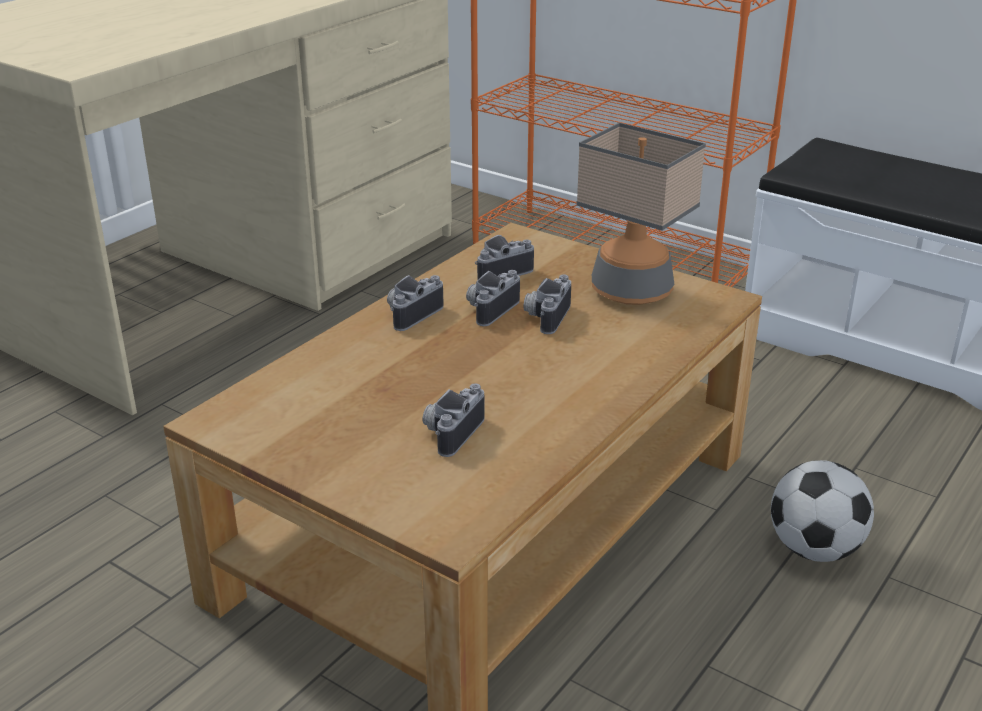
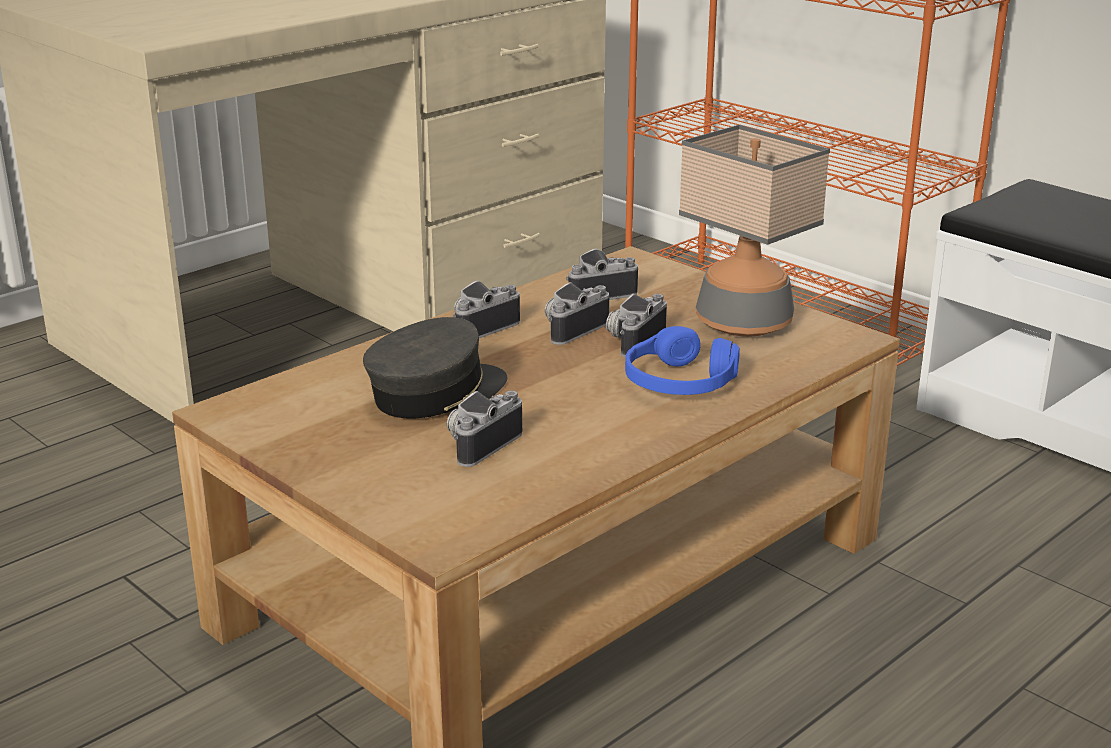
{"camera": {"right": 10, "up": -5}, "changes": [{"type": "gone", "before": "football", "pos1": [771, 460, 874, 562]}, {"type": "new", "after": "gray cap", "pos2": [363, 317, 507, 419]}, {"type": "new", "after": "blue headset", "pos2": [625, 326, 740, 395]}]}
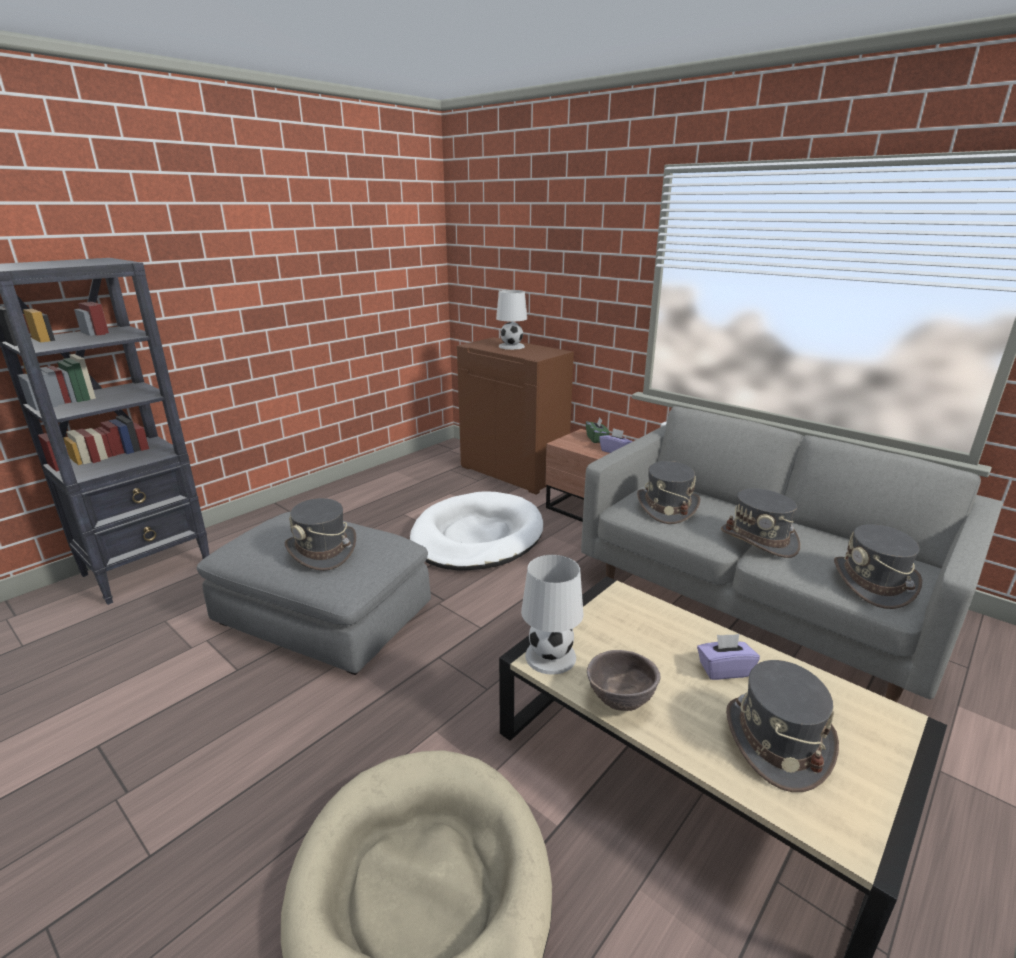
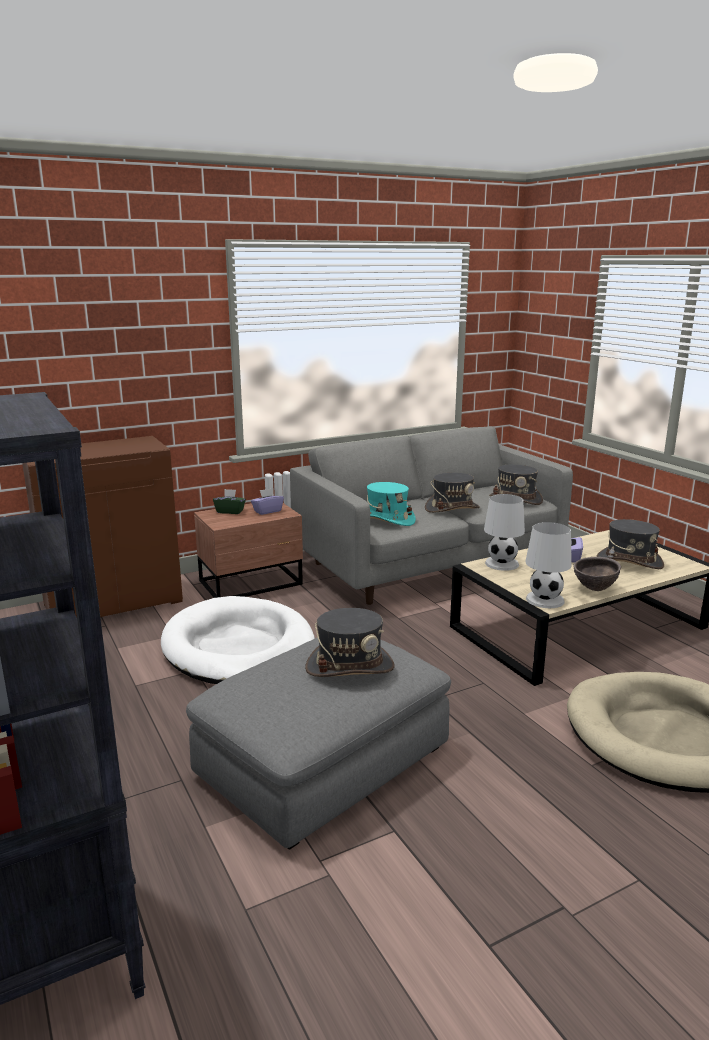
{"camera": {"right": -70, "up": -5}, "changes": [{"type": "shifted", "before": "white-coloured lamp for a table", "pos1": [496, 290, 527, 350], "pos2": [484, 494, 525, 571]}, {"type": "repainted", "before": "gray clothing hat", "after": "blue-green clothing hat", "pos1": [637, 461, 700, 524], "pos2": [367, 482, 416, 526]}]}
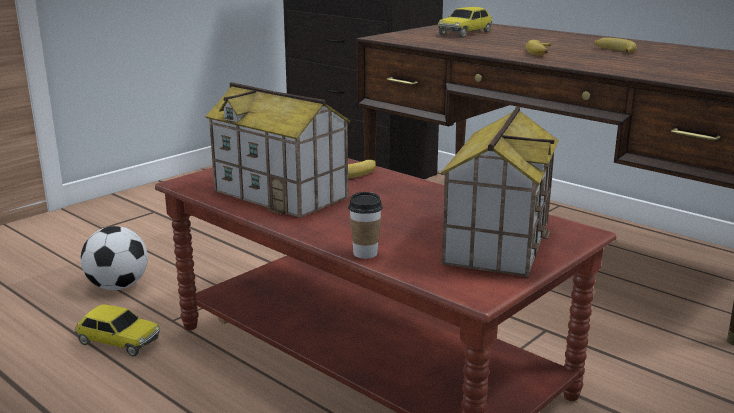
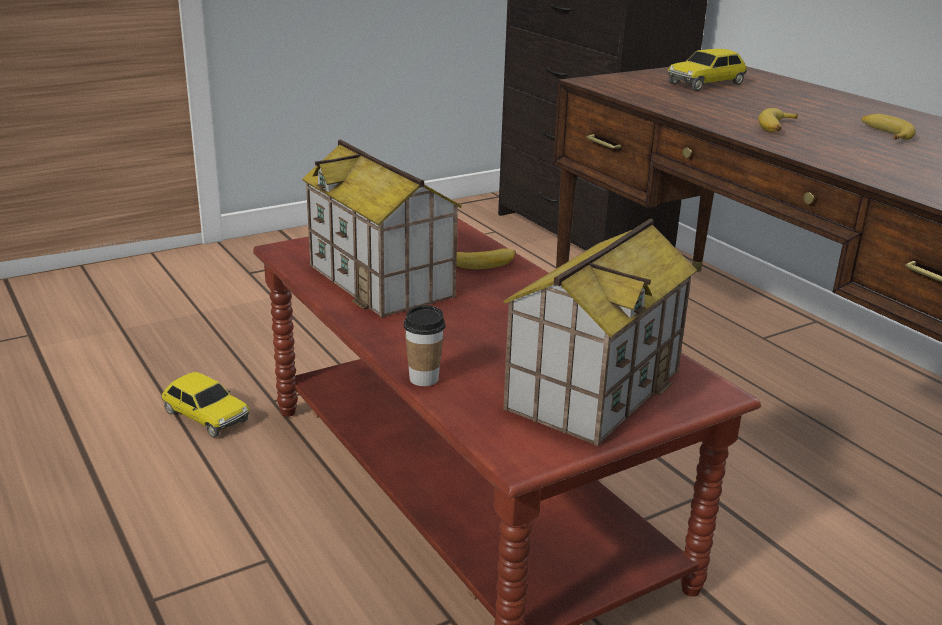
{"camera": {"right": 15, "up": 5}, "changes": [{"type": "gone", "before": "football", "pos1": [81, 226, 148, 290]}]}
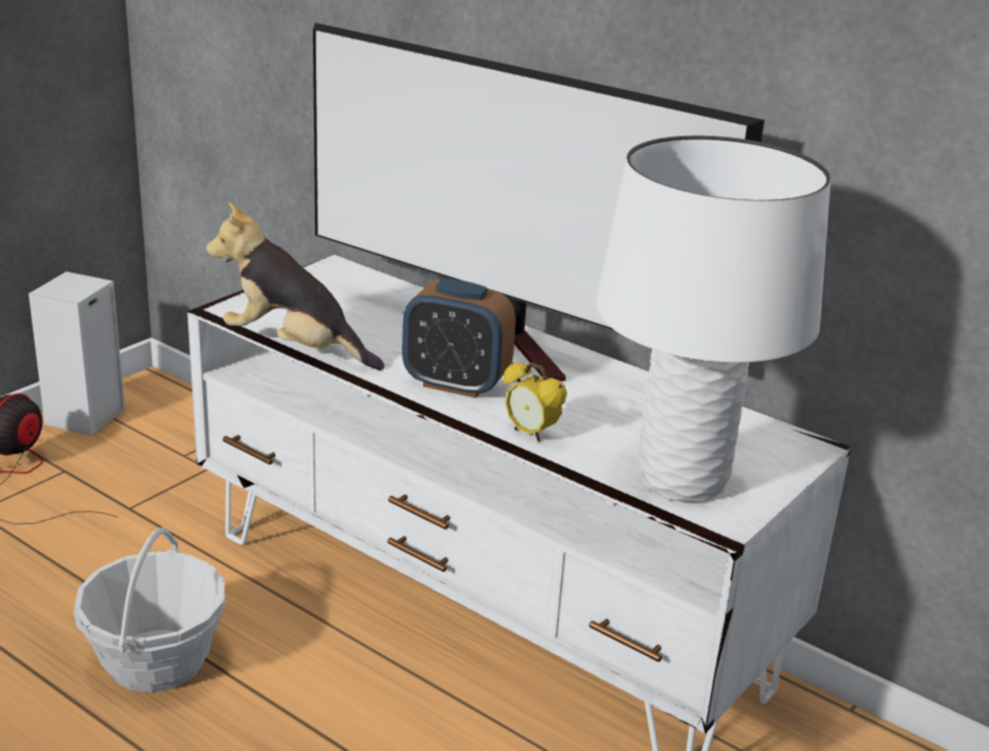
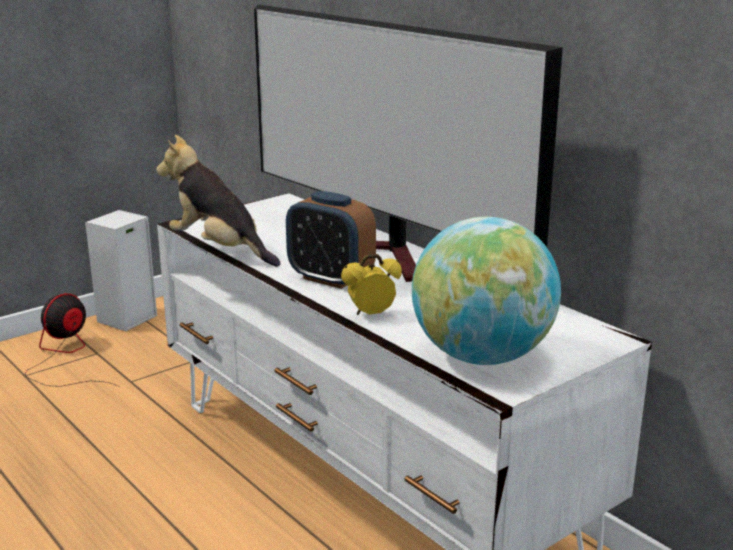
{"camera": {"right": 15, "up": -5}, "changes": [{"type": "gone", "before": "household basket", "pos1": [73, 527, 226, 692]}, {"type": "swapped", "before": "white-coloured lamp for a table", "after": "desk globe", "pos1": [596, 136, 831, 502], "pos2": [412, 217, 561, 365]}, {"type": "rotated", "before": "bedside clock", "pos1": [503, 362, 567, 442], "pos2": [341, 254, 402, 315], "turn": 105}]}
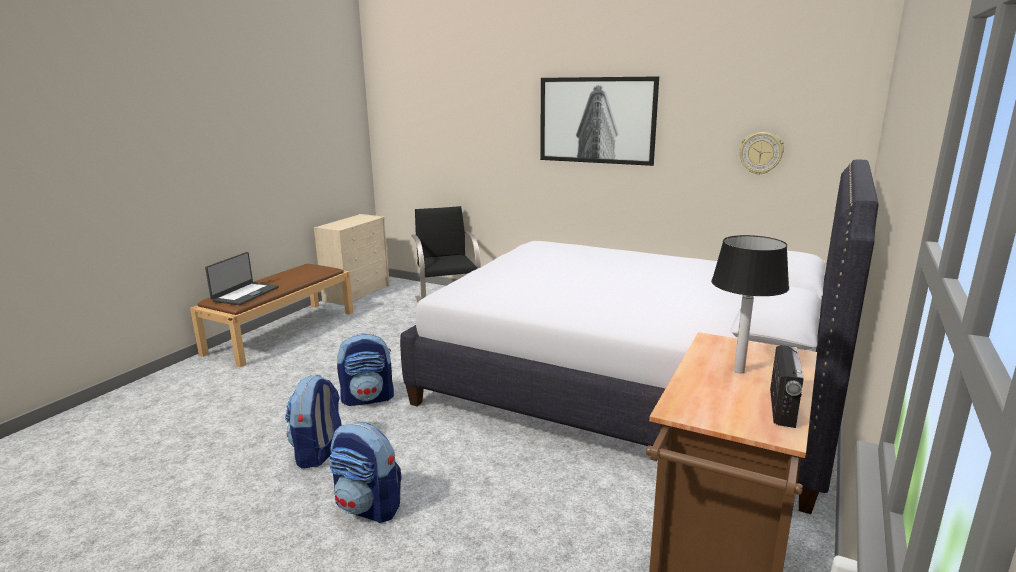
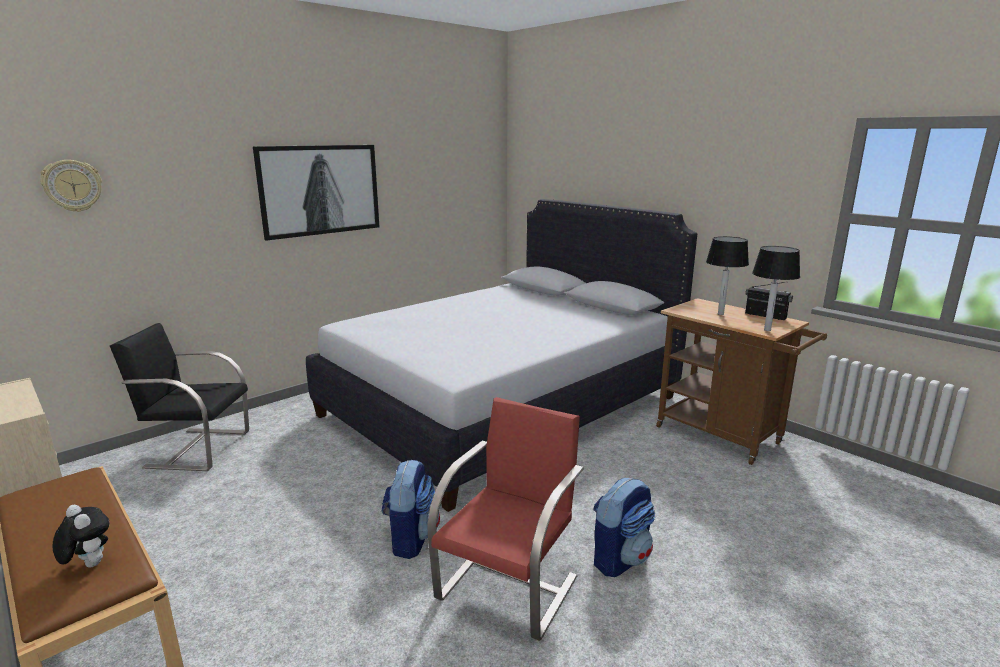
{"camera": {"right": -70, "up": 0}, "changes": [{"type": "new", "after": "lamp for a table", "pos2": [752, 246, 800, 331]}, {"type": "shifted", "before": "wall clock", "pos1": [739, 132, 784, 175], "pos2": [40, 160, 102, 212]}, {"type": "swapped", "before": "portable computer", "after": "cuddly toy", "pos1": [205, 252, 279, 305], "pos2": [52, 505, 110, 567]}, {"type": "swapped", "before": "knapsack", "after": "red upright chair", "pos1": [285, 375, 342, 468], "pos2": [427, 397, 584, 641]}]}
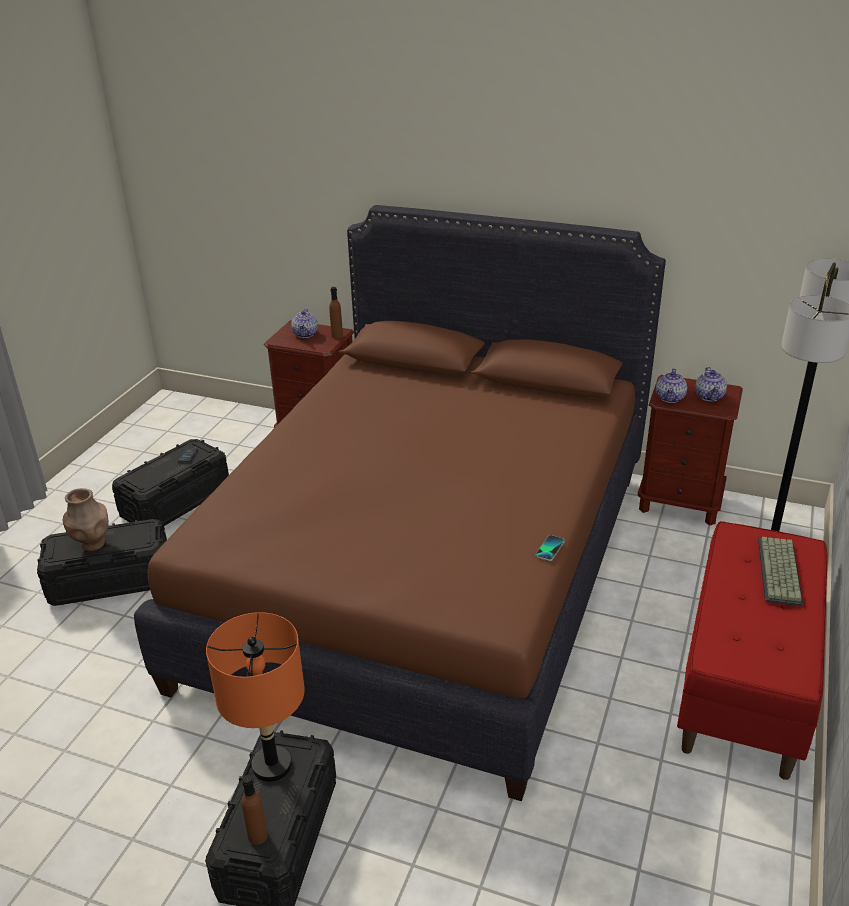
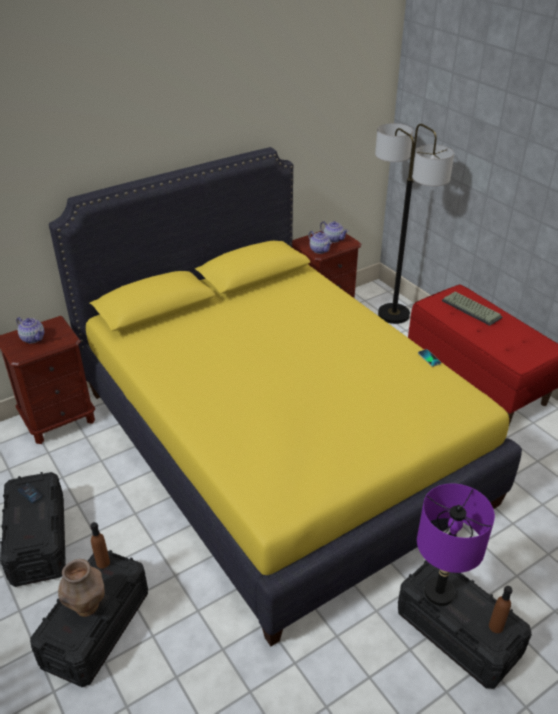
{"camera": {"right": -55, "up": 5}, "changes": [{"type": "shifted", "before": "brown-coloured bottle", "pos1": [329, 287, 343, 338], "pos2": [90, 522, 110, 569]}, {"type": "repainted", "before": "brown-coloured bedroom bed", "after": "yellow bedroom bed", "pos1": [134, 205, 666, 801], "pos2": [49, 147, 522, 646]}, {"type": "repainted", "before": "orange lamp for a table", "after": "purplish lamp for a table", "pos1": [206, 612, 305, 782], "pos2": [417, 484, 495, 606]}]}
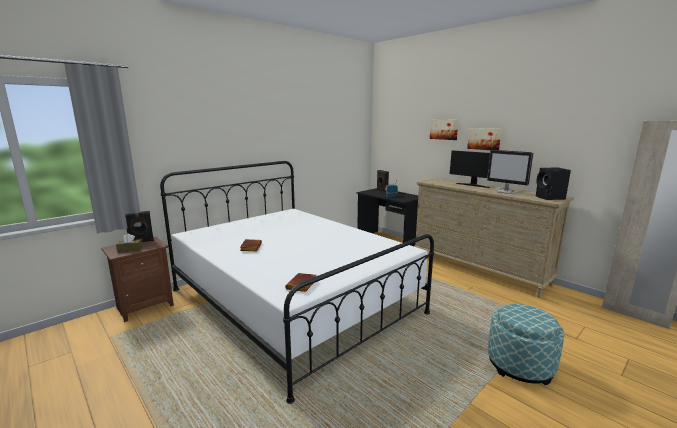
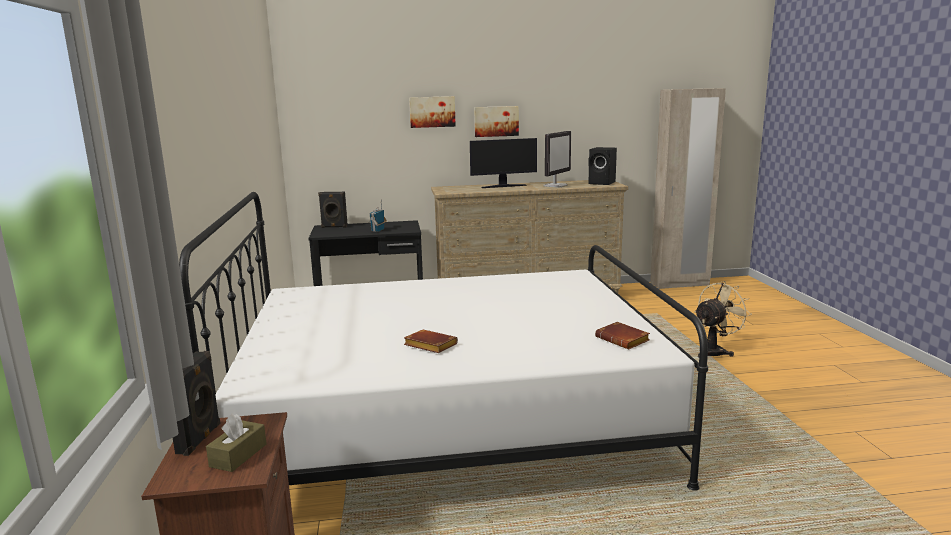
{"camera": {"right": -55, "up": 0}, "changes": [{"type": "swapped", "before": "ottoman", "after": "sand-coloured cooling fan", "pos1": [488, 304, 564, 385], "pos2": [695, 281, 752, 358]}, {"type": "rotated", "before": "computer screen", "pos1": [487, 150, 533, 194], "pos2": [544, 131, 571, 188], "turn": -45}]}
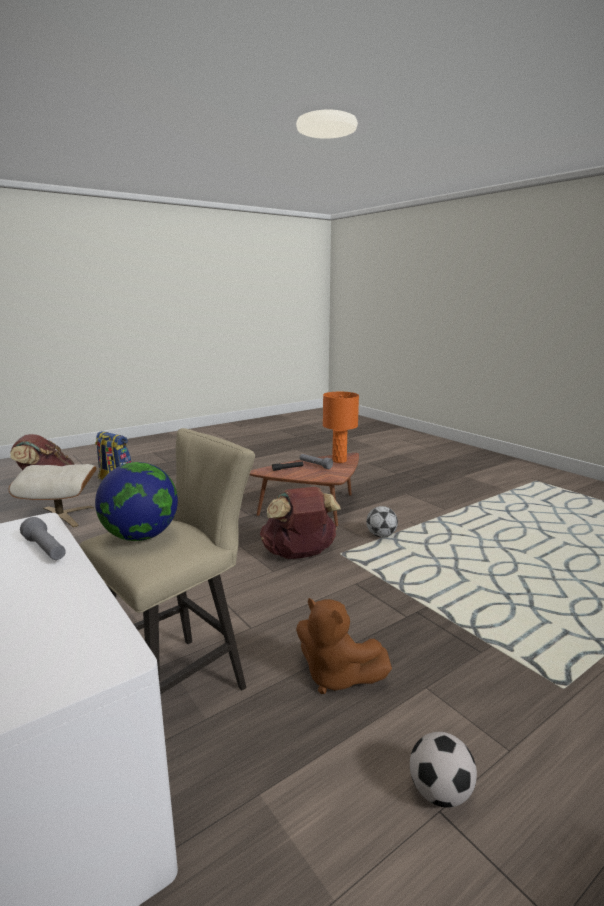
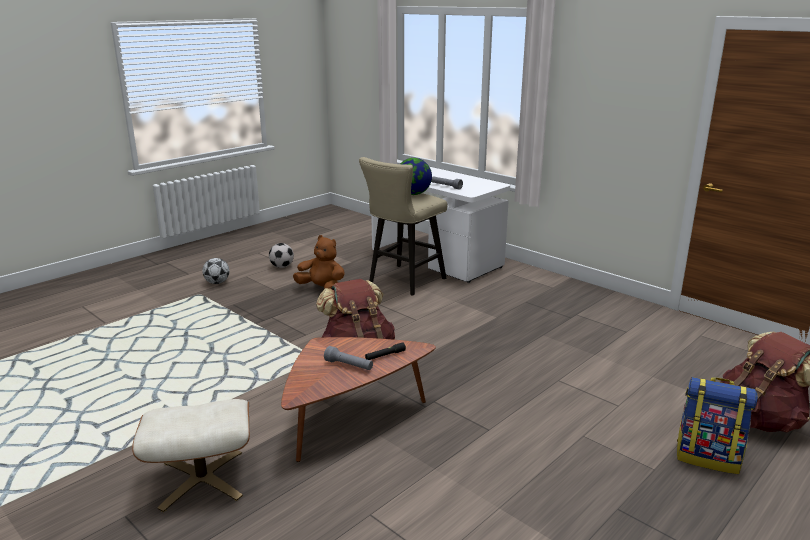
{"camera": {"right": 170, "up": 5}, "changes": [{"type": "gone", "before": "orange lamp for a table", "pos1": [323, 392, 359, 463]}, {"type": "shifted", "before": "sand-coloured ottoman", "pos1": [9, 464, 97, 527], "pos2": [132, 399, 250, 512]}, {"type": "shifted", "before": "football", "pos1": [366, 506, 398, 537], "pos2": [202, 258, 229, 284]}]}
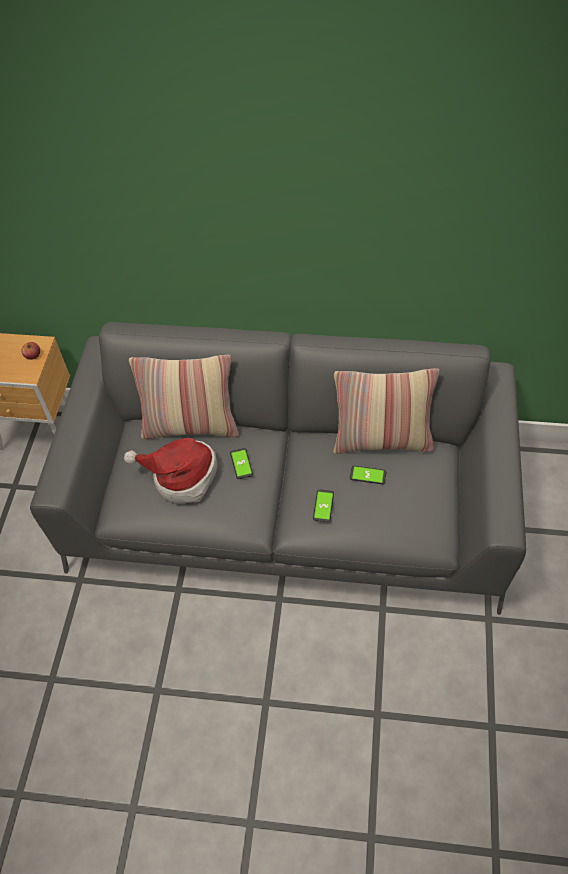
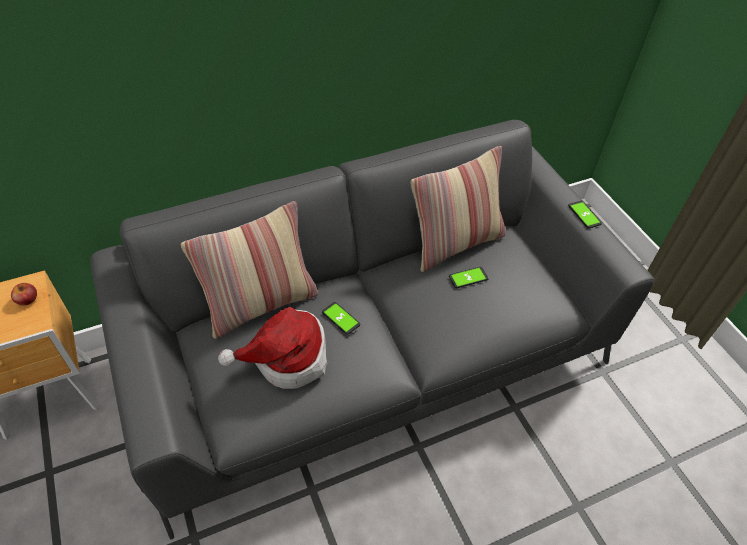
{"camera": {"right": -35, "up": -5}, "changes": [{"type": "shifted", "before": "telephone", "pos1": [313, 490, 334, 522], "pos2": [568, 201, 602, 228]}]}
